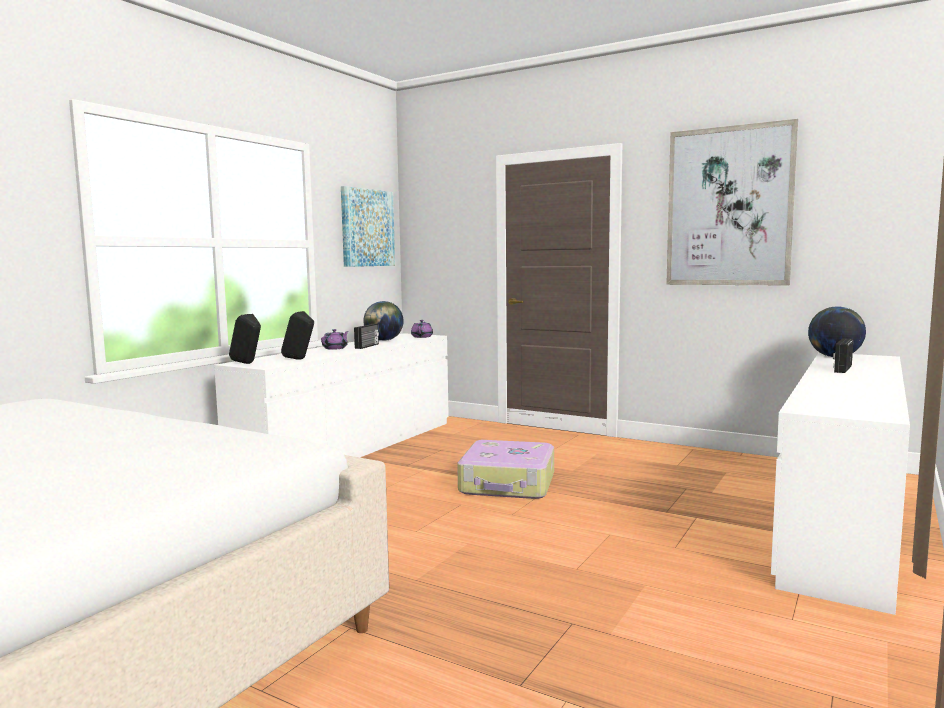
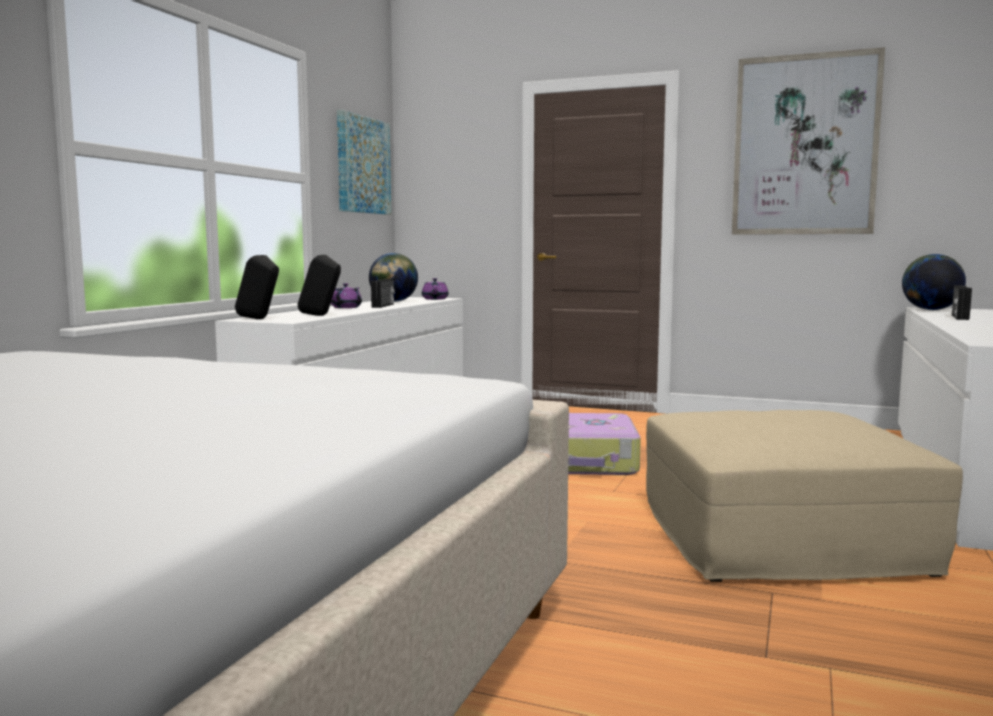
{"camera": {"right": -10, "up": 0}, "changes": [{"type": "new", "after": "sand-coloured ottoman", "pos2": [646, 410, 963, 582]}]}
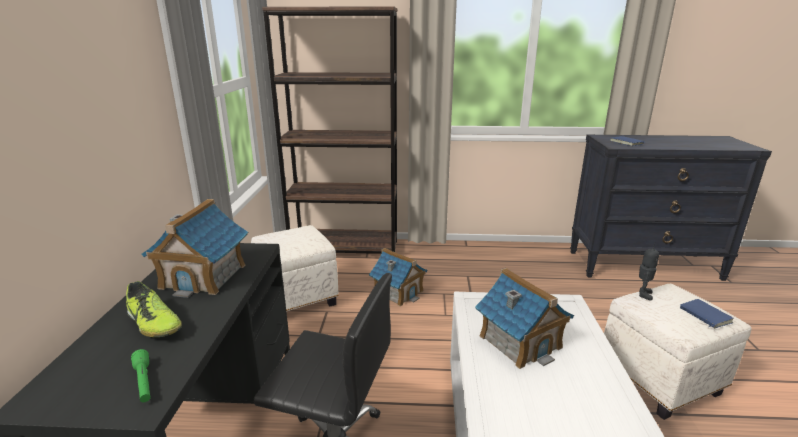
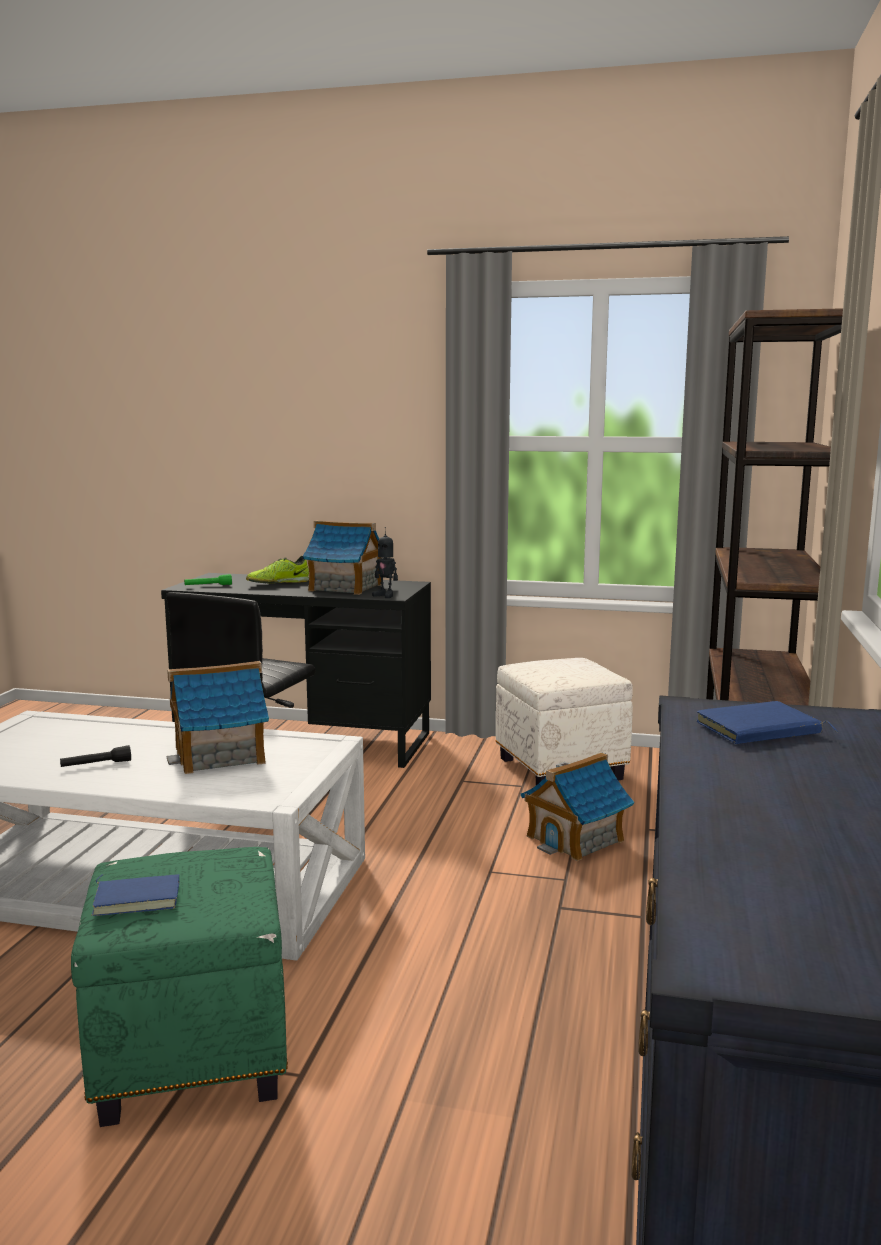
{"camera": {"right": 100, "up": -10}, "changes": [{"type": "new", "after": "black-coloured flashlight", "pos2": [60, 745, 131, 767]}, {"type": "shifted", "before": "model robot", "pos1": [639, 242, 659, 301], "pos2": [372, 527, 398, 598]}, {"type": "repainted", "before": "white-coloured ottoman", "after": "green ottoman", "pos1": [604, 284, 751, 420], "pos2": [71, 847, 288, 1127]}]}
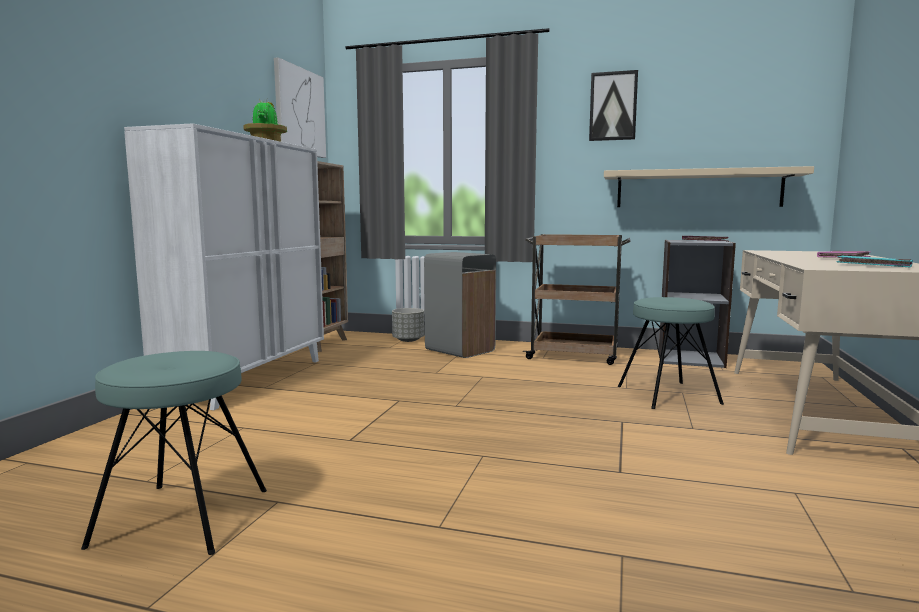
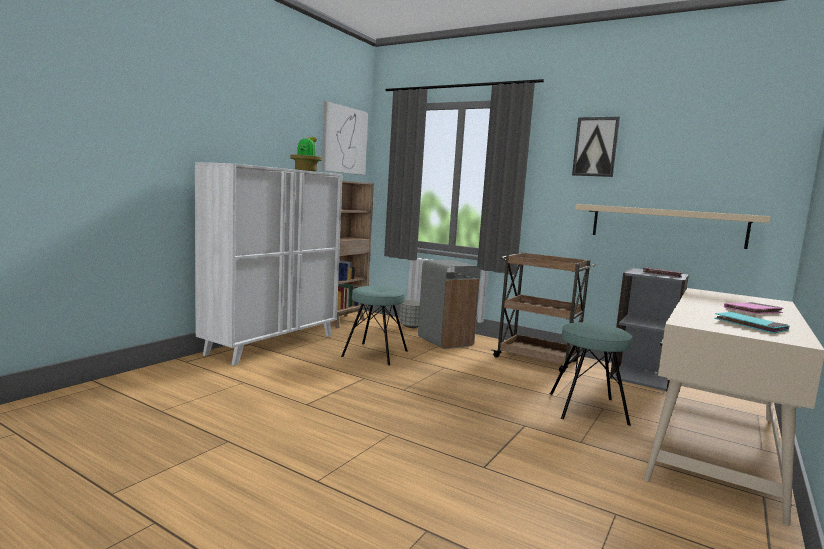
{"camera": {"right": 15, "up": 0}, "changes": [{"type": "shifted", "before": "blue-green sitting stool", "pos1": [81, 351, 267, 555], "pos2": [341, 286, 408, 366]}]}
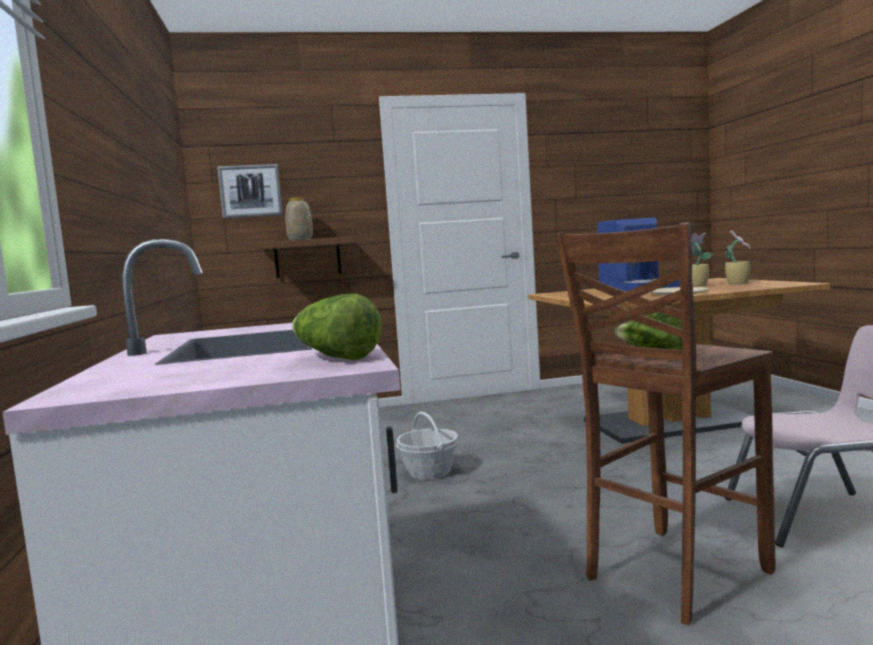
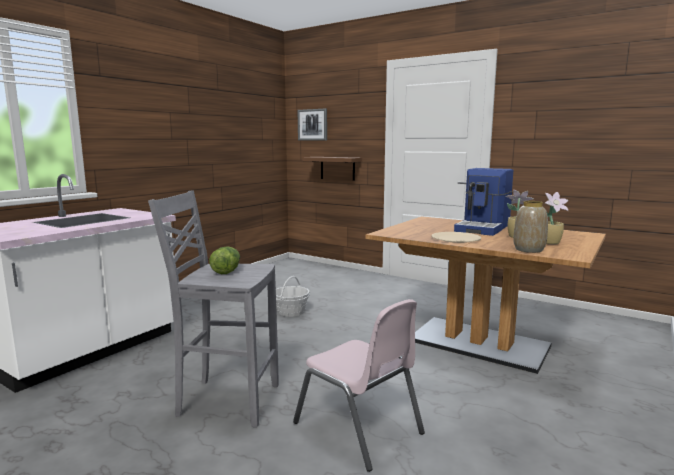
{"camera": {"right": 45, "up": 5}, "changes": [{"type": "gone", "before": "lettuce", "pos1": [292, 294, 382, 360]}, {"type": "shifted", "before": "decorative vase", "pos1": [285, 197, 313, 240], "pos2": [513, 201, 548, 253]}, {"type": "repainted", "before": "brown-coloured sitting stool", "after": "gray sitting stool", "pos1": [555, 222, 776, 625], "pos2": [148, 190, 279, 427]}]}
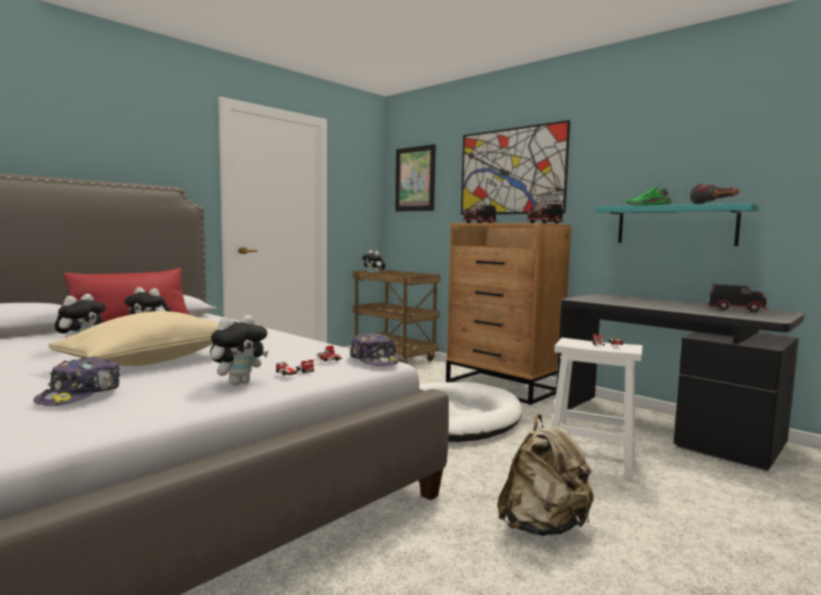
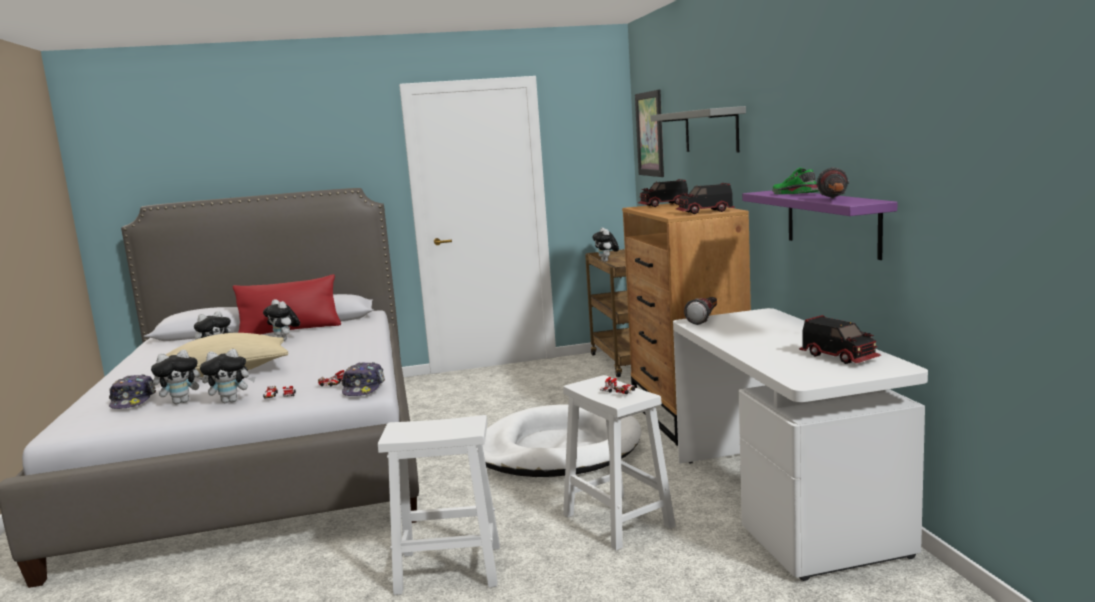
{"camera": {"right": 35, "up": 5}, "changes": [{"type": "new", "after": "cuddly toy", "pos2": [151, 350, 203, 404]}, {"type": "new", "after": "flashlight", "pos2": [684, 297, 717, 325]}, {"type": "swapped", "before": "wall picture", "after": "gray bracket shelf", "pos1": [461, 120, 570, 215], "pos2": [650, 106, 746, 152]}, {"type": "swapped", "before": "sand-coloured knapsack", "after": "white-coloured sitting stool", "pos1": [497, 414, 594, 536], "pos2": [378, 415, 500, 595]}, {"type": "repainted", "before": "black-coloured desk table", "after": "white-coloured desk table", "pos1": [556, 294, 805, 471], "pos2": [673, 308, 928, 581]}, {"type": "repainted", "before": "blue-green bracket shelf", "after": "purplish bracket shelf", "pos1": [595, 203, 760, 246], "pos2": [742, 190, 897, 260]}, {"type": "rotated", "before": "cap", "pos1": [33, 357, 120, 406], "pos2": [109, 374, 156, 409], "turn": -60}]}
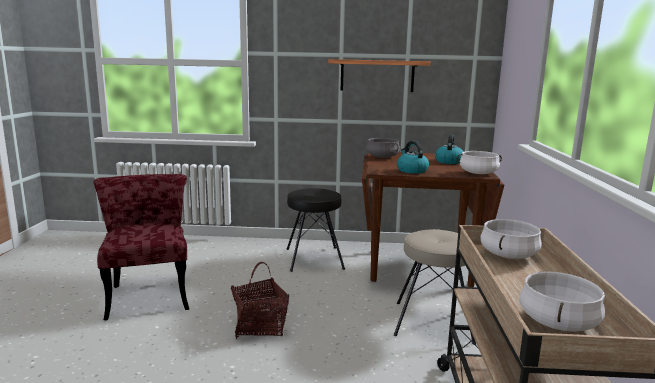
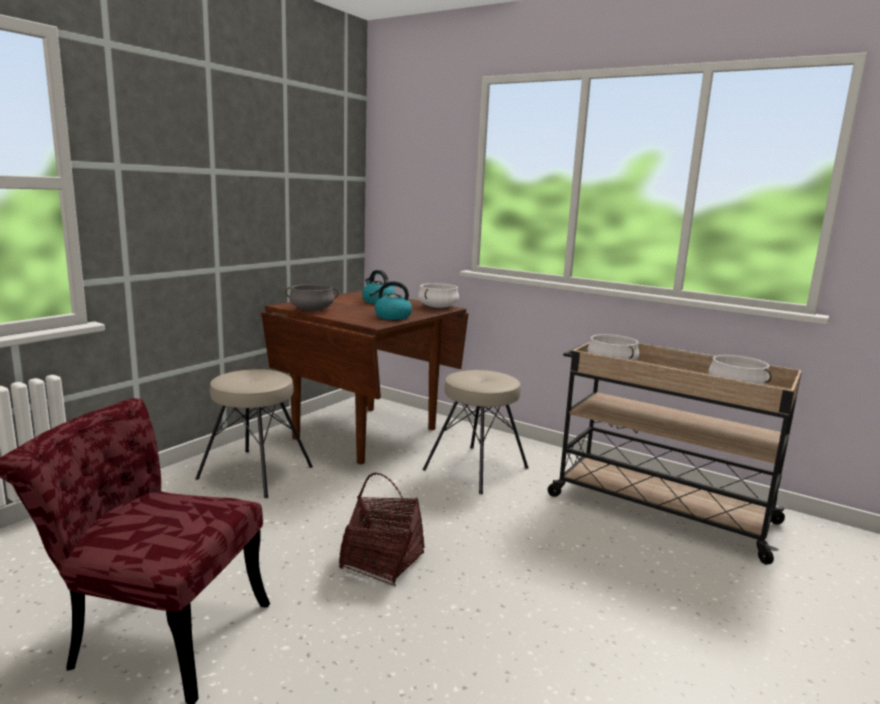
{"camera": {"right": -60, "up": 0}, "changes": [{"type": "gone", "before": "bracket shelf", "pos1": [328, 59, 431, 92]}, {"type": "repainted", "before": "black-coloured sitting stool", "after": "sand-coloured sitting stool", "pos1": [286, 188, 345, 272], "pos2": [195, 369, 313, 498]}]}
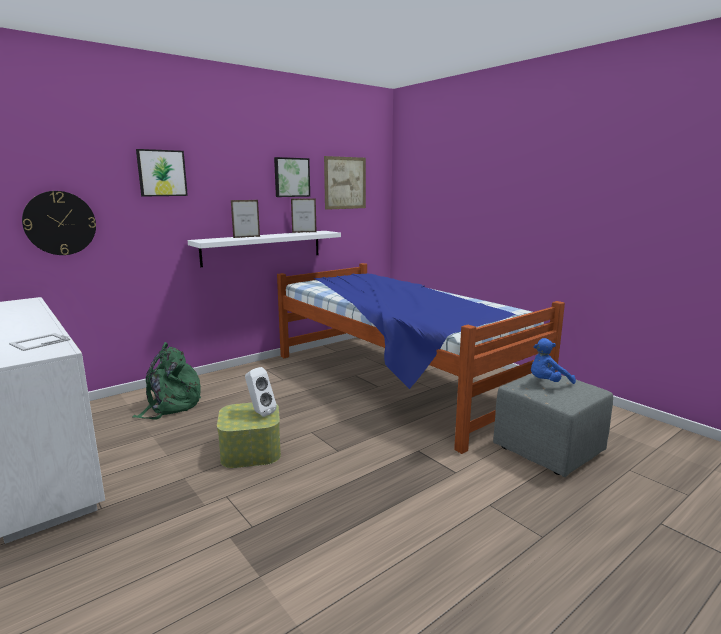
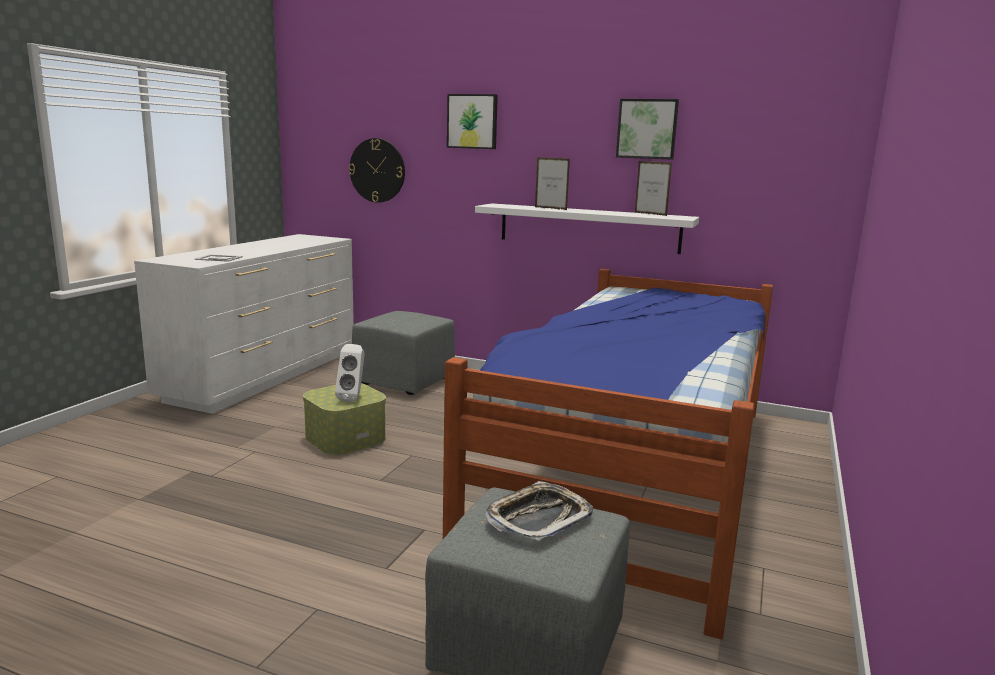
{"camera": {"right": 60, "up": 0}, "changes": [{"type": "gone", "before": "wall picture", "pos1": [324, 156, 366, 210]}, {"type": "swapped", "before": "green knapsack", "after": "gray ottoman", "pos1": [132, 342, 201, 420], "pos2": [352, 311, 455, 395]}, {"type": "swapped", "before": "blue cuddly toy", "after": "carrying tray", "pos1": [531, 338, 576, 384], "pos2": [485, 481, 593, 541]}]}
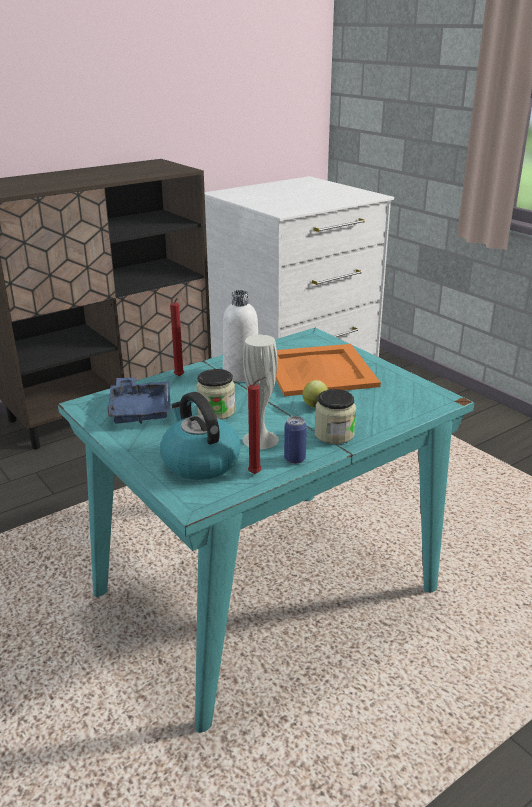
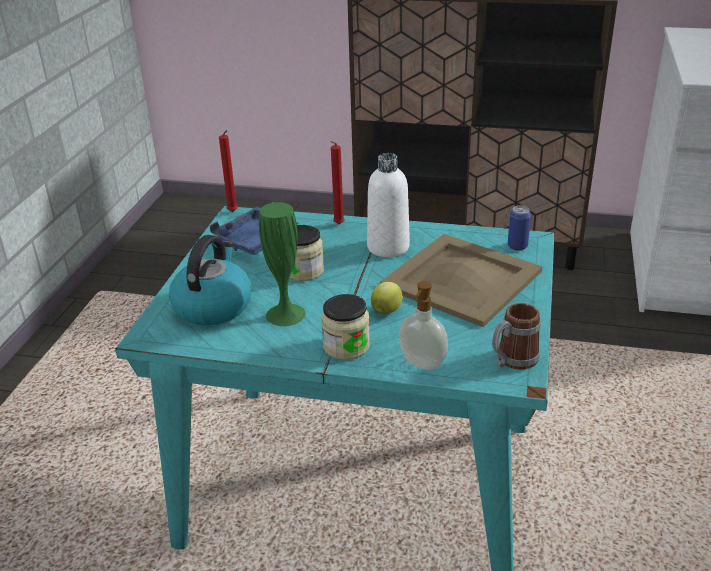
{"camera": {"right": 50, "up": 5}, "changes": [{"type": "new", "after": "soap dispenser", "pos2": [399, 281, 448, 370]}, {"type": "new", "after": "tea mug", "pos2": [492, 303, 541, 370]}, {"type": "shifted", "before": "red wax candle", "pos1": [248, 377, 266, 474], "pos2": [219, 130, 238, 212]}, {"type": "shifted", "before": "can", "pos1": [284, 416, 307, 464], "pos2": [508, 206, 531, 251]}, {"type": "repainted", "before": "white-coloured decorative vase", "after": "green decorative vase", "pos1": [243, 335, 279, 449], "pos2": [259, 202, 306, 326]}, {"type": "repainted", "before": "orange carrying tray", "after": "sand-coloured carrying tray", "pos1": [276, 344, 381, 396], "pos2": [380, 234, 543, 327]}]}
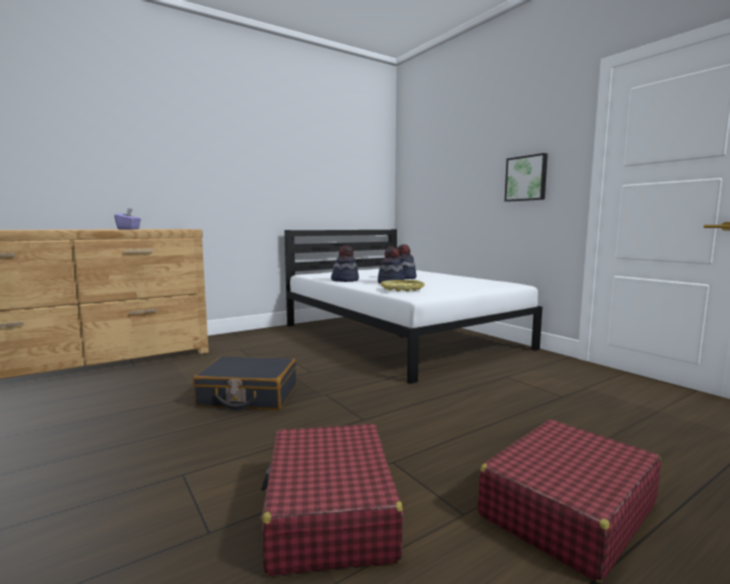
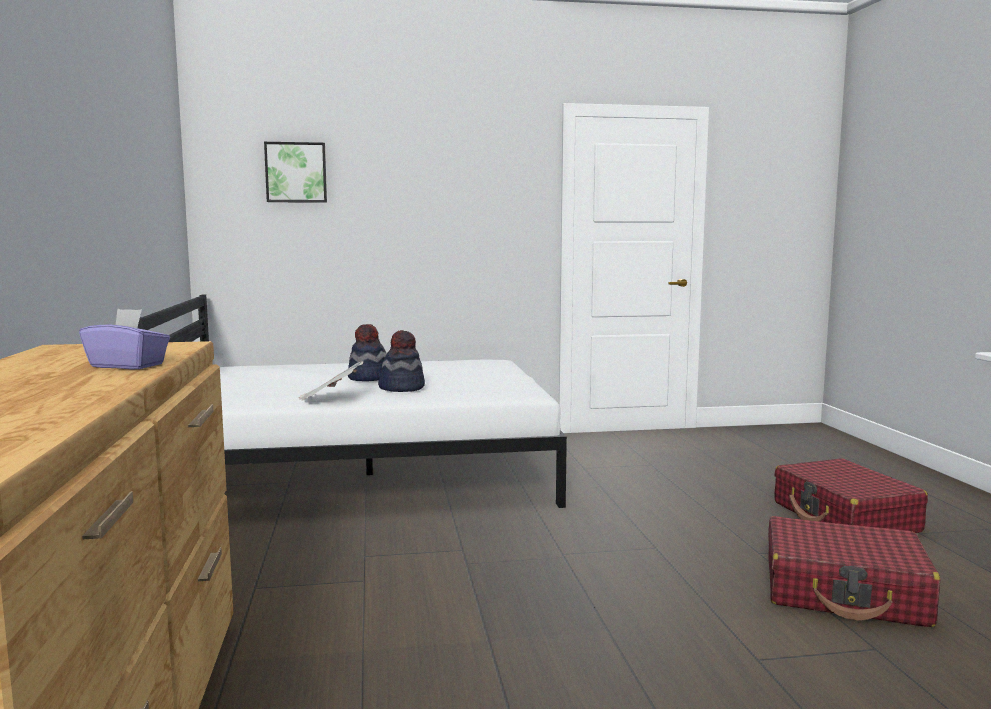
{"camera": {"right": -65, "up": 0}, "changes": [{"type": "gone", "before": "black-coloured piece of luggage", "pos1": [193, 356, 296, 410]}, {"type": "gone", "before": "yellow carrying tray", "pos1": [381, 280, 424, 292]}, {"type": "shifted", "before": "wall picture", "pos1": [505, 153, 548, 202], "pos2": [264, 142, 327, 203]}, {"type": "swapped", "before": "clothing hat", "after": "newspaper", "pos1": [331, 245, 359, 282], "pos2": [299, 361, 363, 401]}]}
